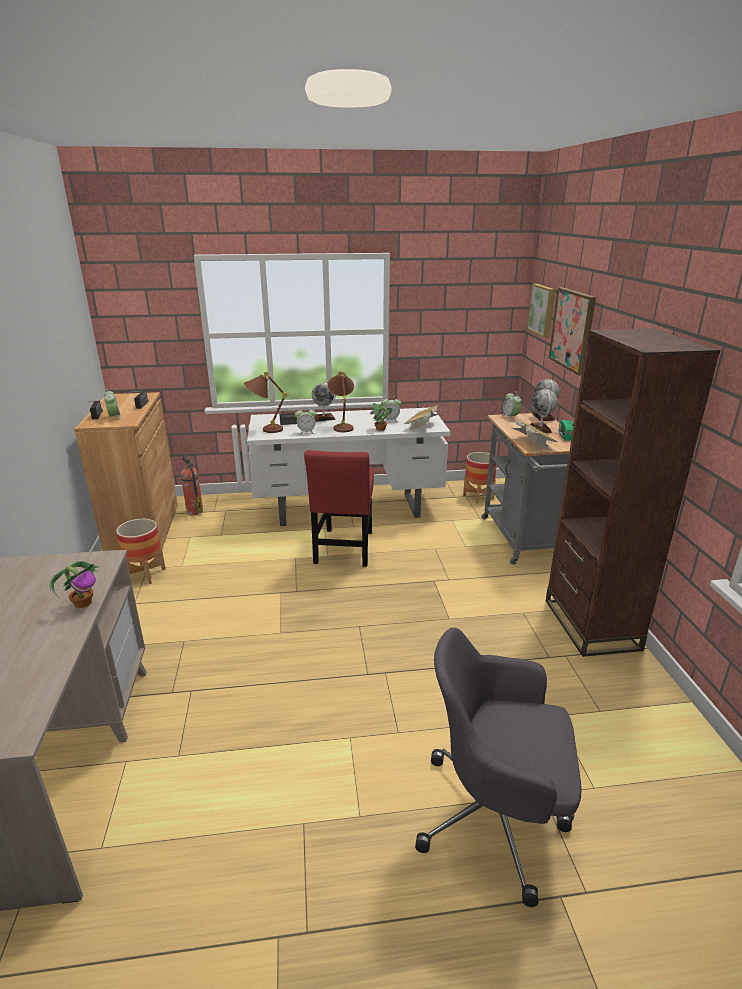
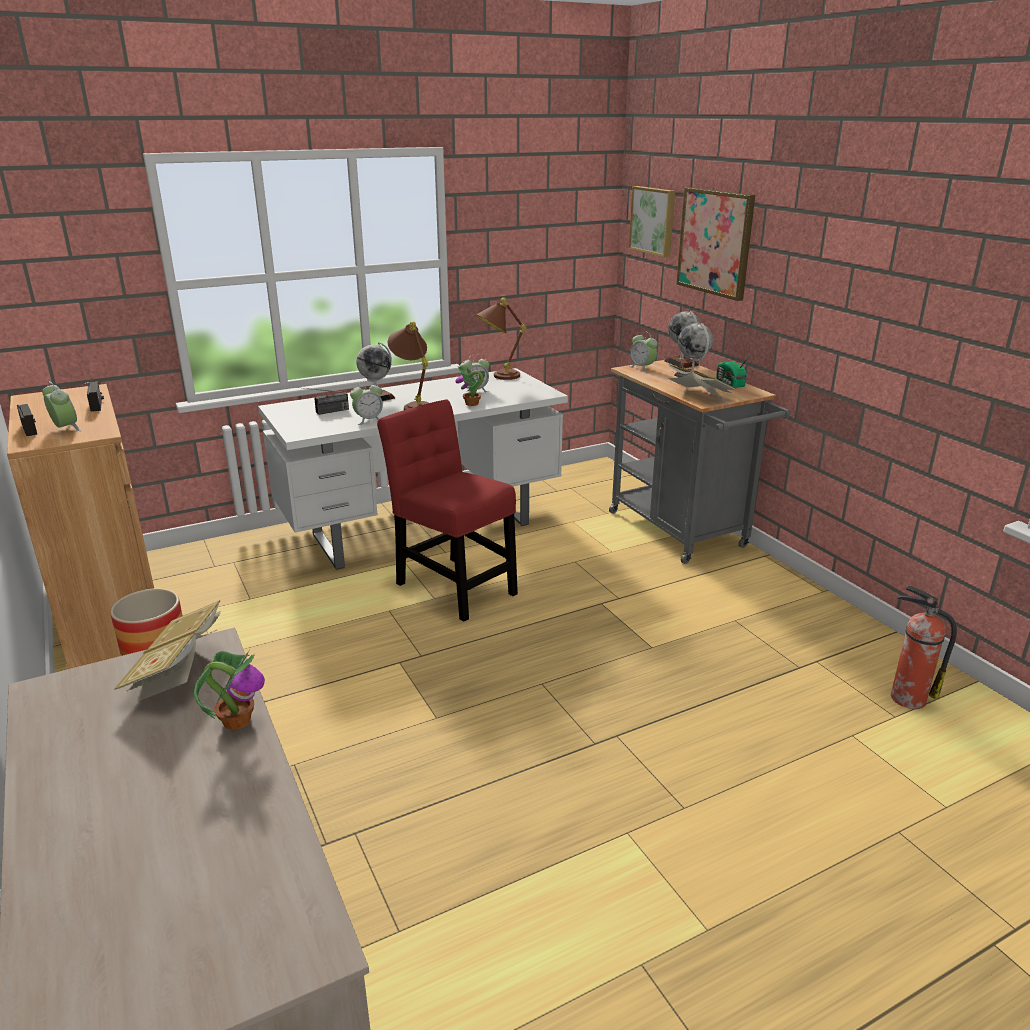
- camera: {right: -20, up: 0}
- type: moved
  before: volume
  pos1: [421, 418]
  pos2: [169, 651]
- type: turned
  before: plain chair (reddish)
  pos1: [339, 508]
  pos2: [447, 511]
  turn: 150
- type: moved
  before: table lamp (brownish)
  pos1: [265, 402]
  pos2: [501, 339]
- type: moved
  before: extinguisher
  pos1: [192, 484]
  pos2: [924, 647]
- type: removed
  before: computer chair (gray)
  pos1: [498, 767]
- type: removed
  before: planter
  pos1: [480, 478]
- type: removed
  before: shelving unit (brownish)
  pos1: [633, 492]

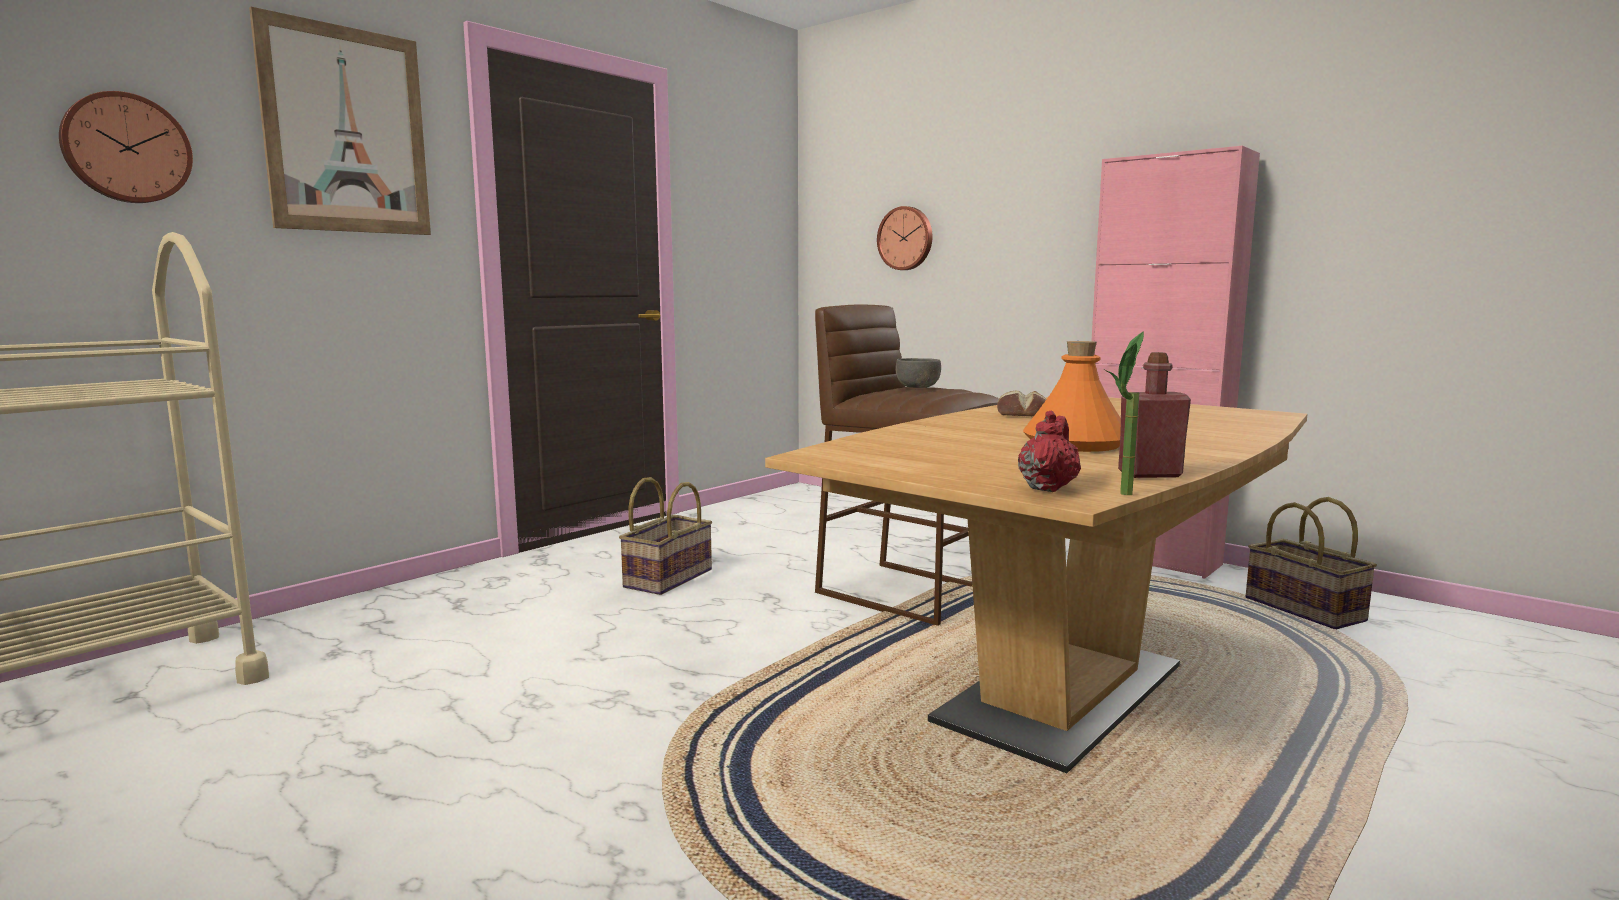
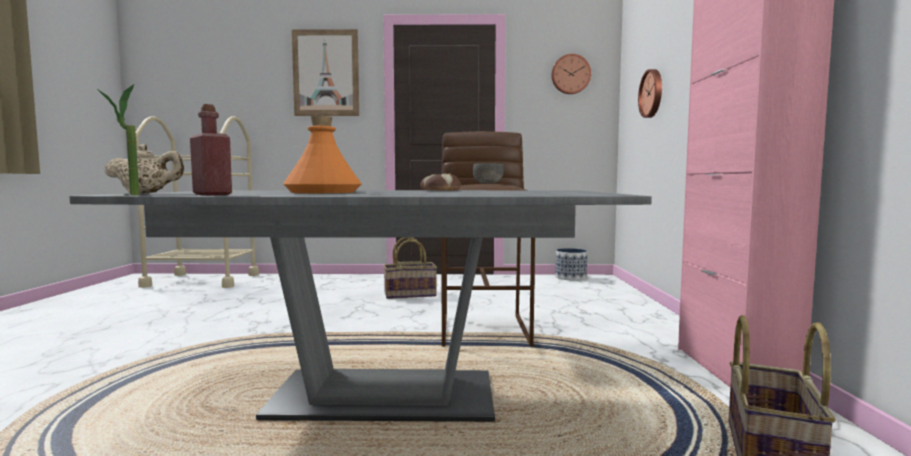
- camera: {right: 50, up: -5}
- type: recoloured
  before: dining table (brownish)
  after: dining table (gray)
  pos1: [1036, 585]
  pos2: [361, 306]
- type: recoloured
  before: tea pot (reddish)
  after: tea pot (beige-coloured)
  pos1: [1049, 451]
  pos2: [144, 169]
- type: moved
  before: clock on the wall
  pos1: [126, 147]
  pos2: [571, 74]
- type: added
  after: planter
  pos2: [571, 264]

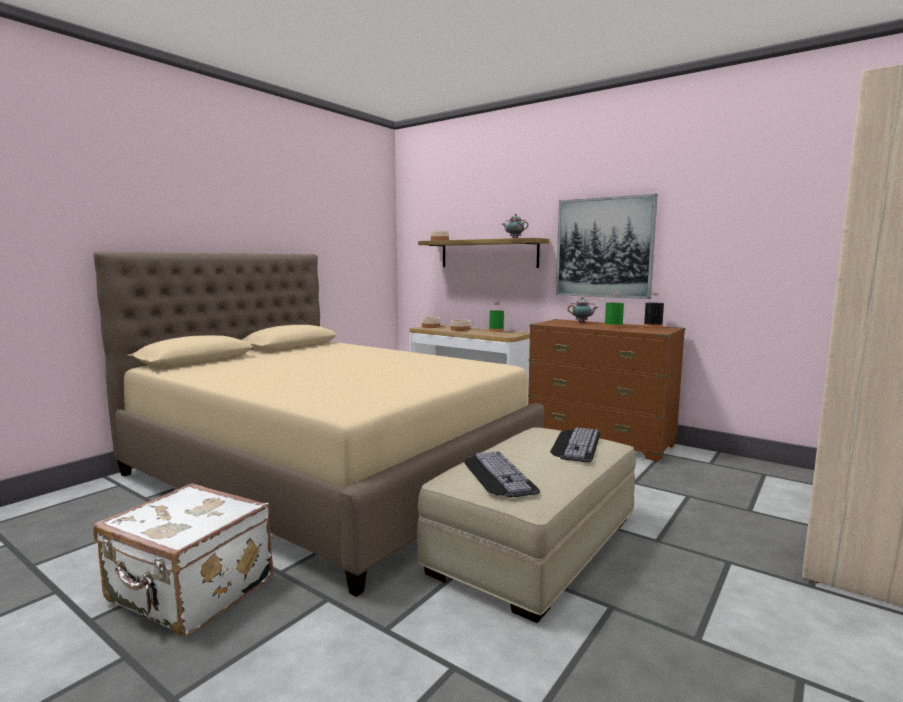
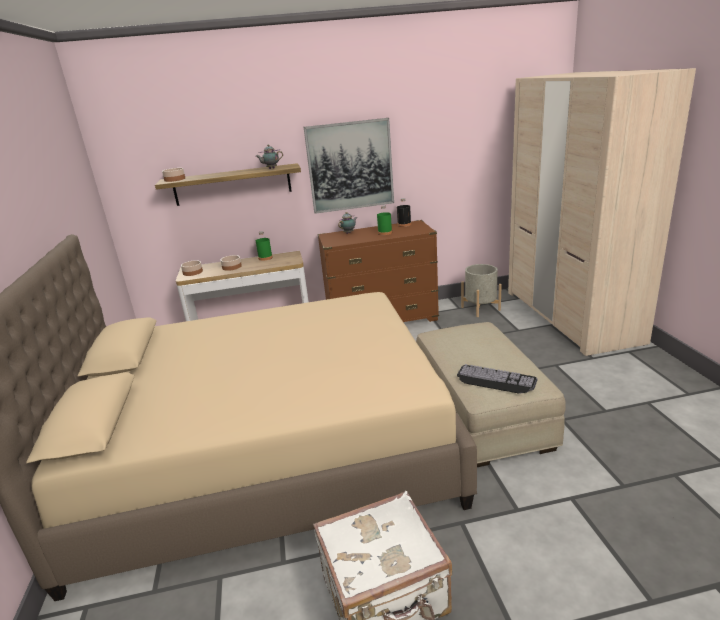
- camera: {right: -45, up: 15}
- type: added
  after: planter (gray)
  pos2: [481, 290]
- type: removed
  before: keyboard
  pos1: [575, 445]

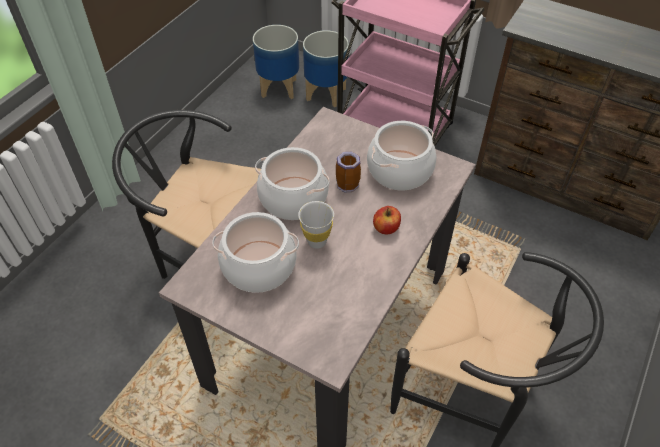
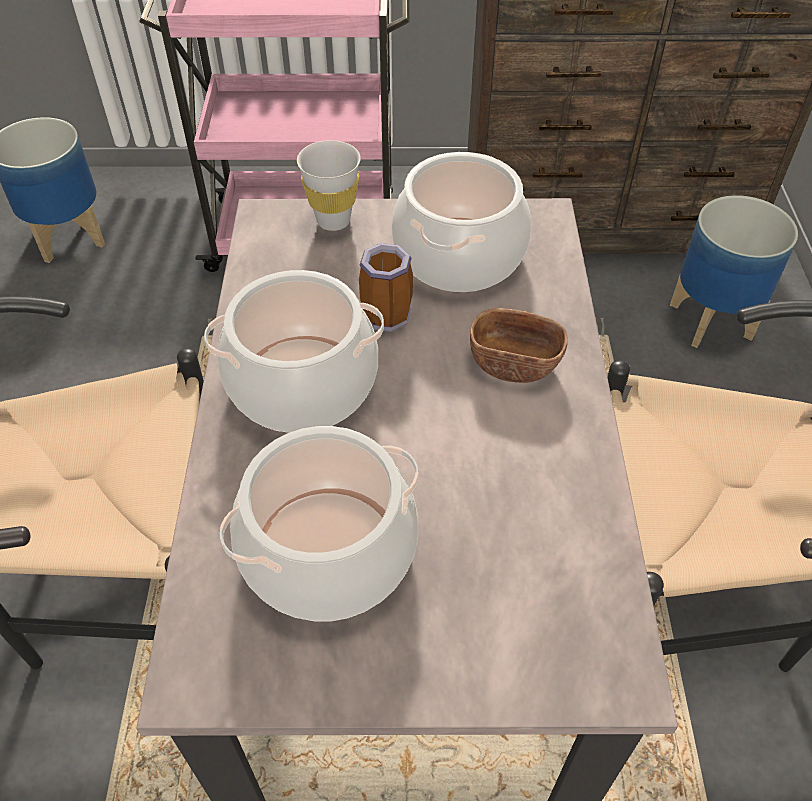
- camera: {right: -30, up: 0}
- type: moved
  before: small cup (white-coloured)
  pos1: [316, 225]
  pos2: [329, 185]
- type: replaced
  before: apple
  after: deep dish (brownish)
  pos1: [387, 220]
  pos2: [519, 345]
- type: moved
  before: planter
  pos1: [326, 68]
  pos2: [734, 271]

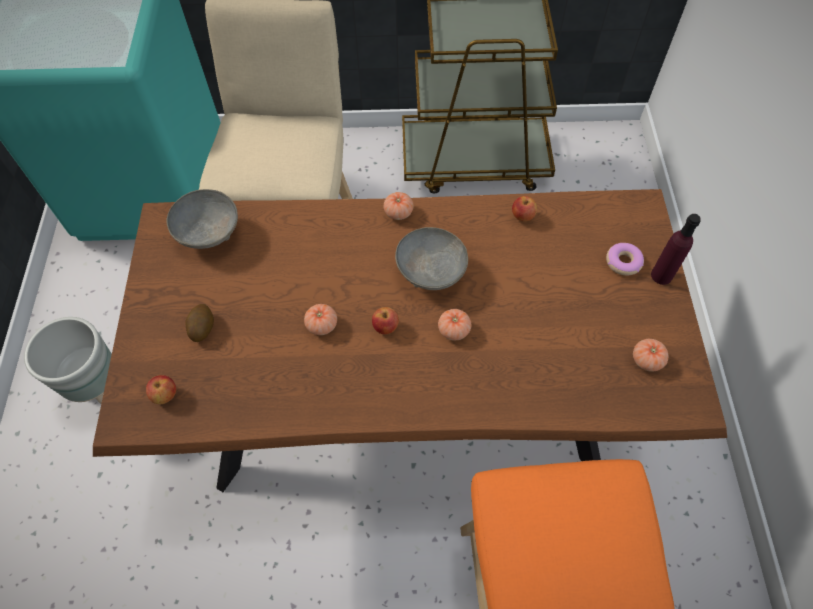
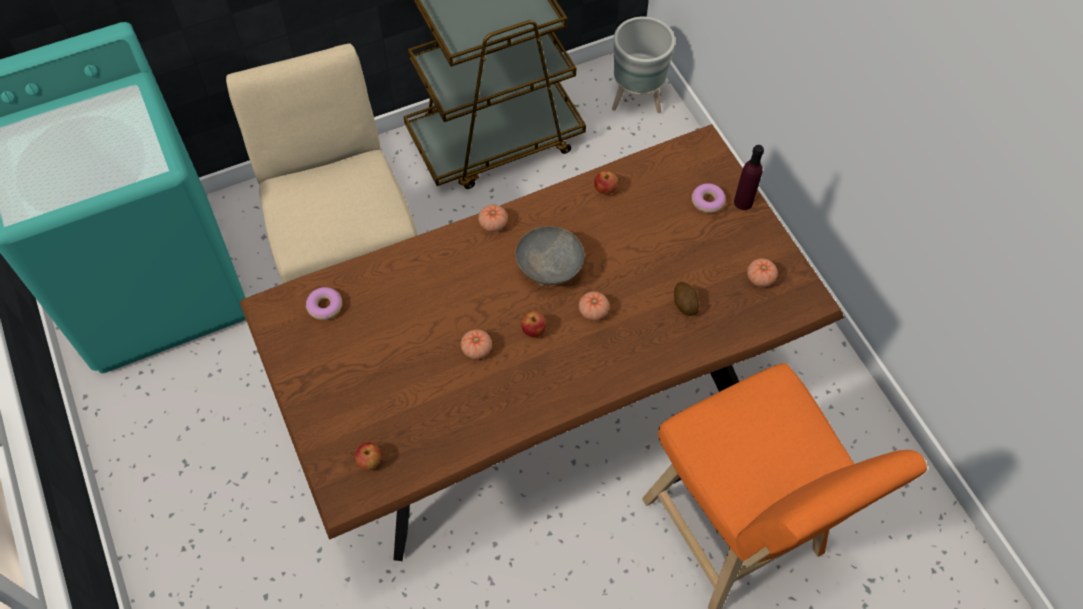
- camera: {right: -25, up: 0}
- type: replaced
  before: deep dish (gray)
  after: donut
  pos1: [202, 219]
  pos2: [324, 303]
- type: moved
  before: planter (gray)
  pos1: [68, 360]
  pos2: [643, 65]
- type: moved
  before: potato
  pos1: [199, 323]
  pos2: [687, 299]

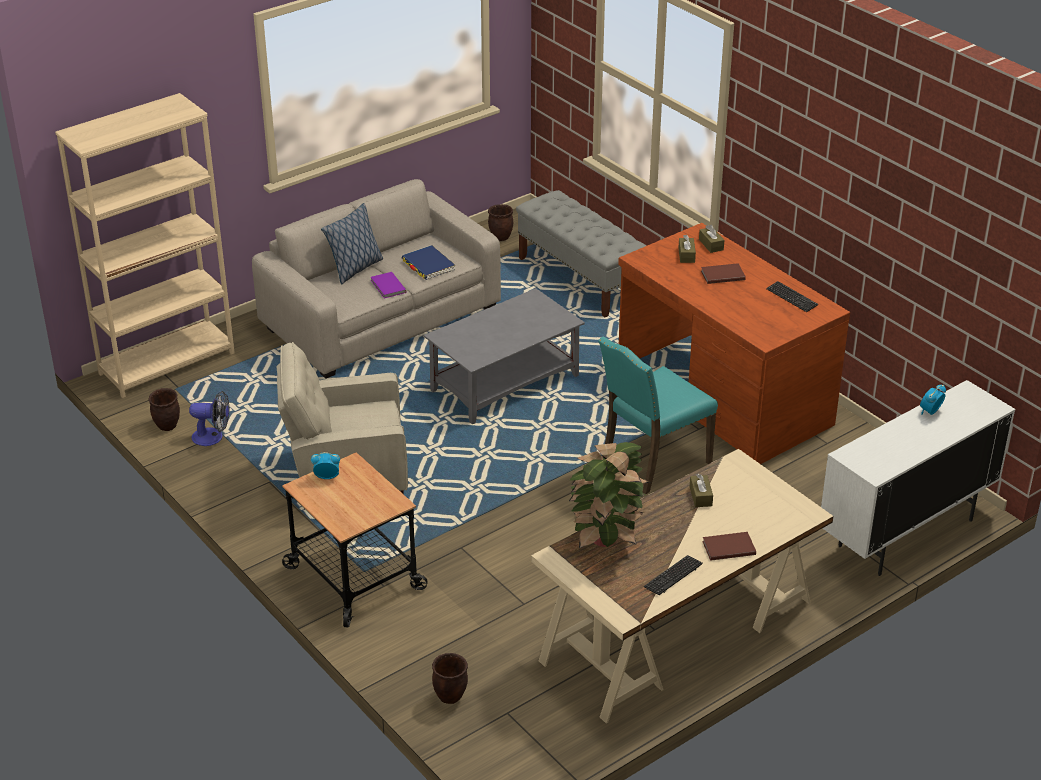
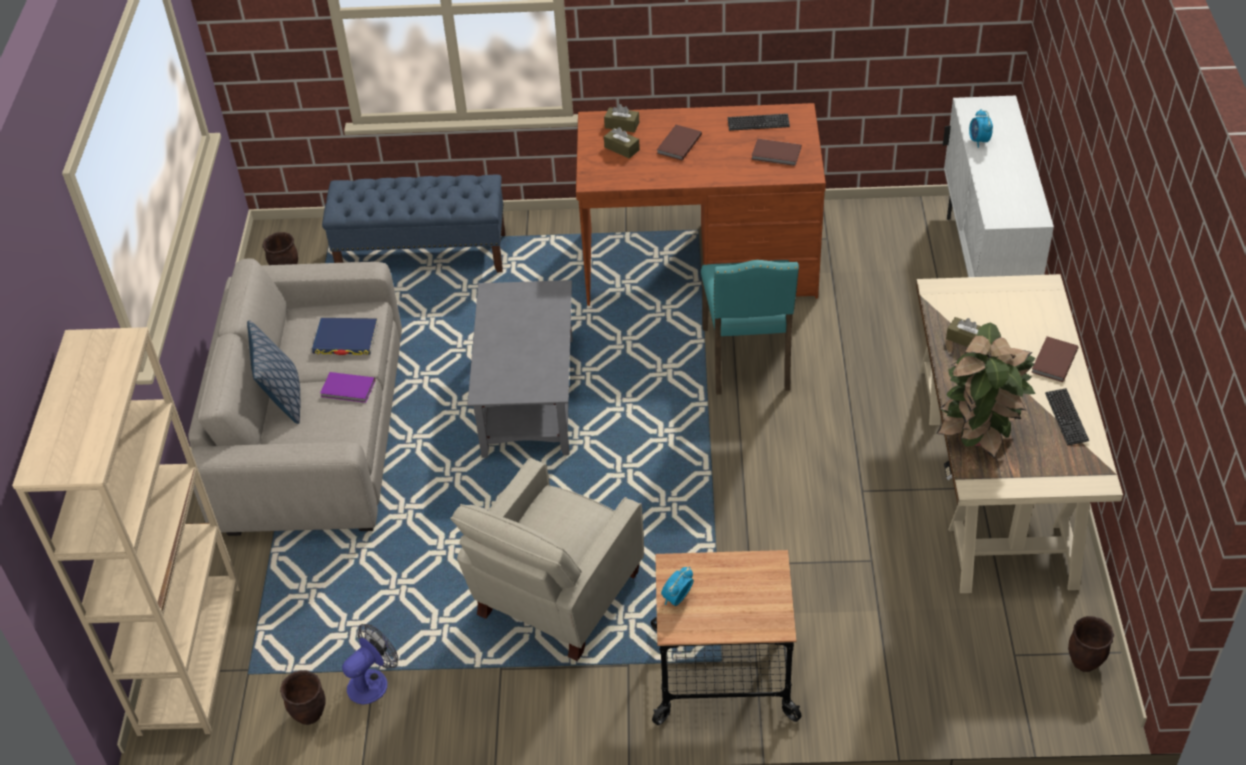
- camera: {right: -50, up: 10}
- type: recoloured
  before: bench (gray)
  after: bench (blue)
  pos1: [581, 253]
  pos2: [413, 223]
- type: added
  after: volume (brownish)
  pos2: [776, 152]
- type: moved
  before: planter (brownish)
  pos1: [450, 678]
  pos2: [1091, 644]

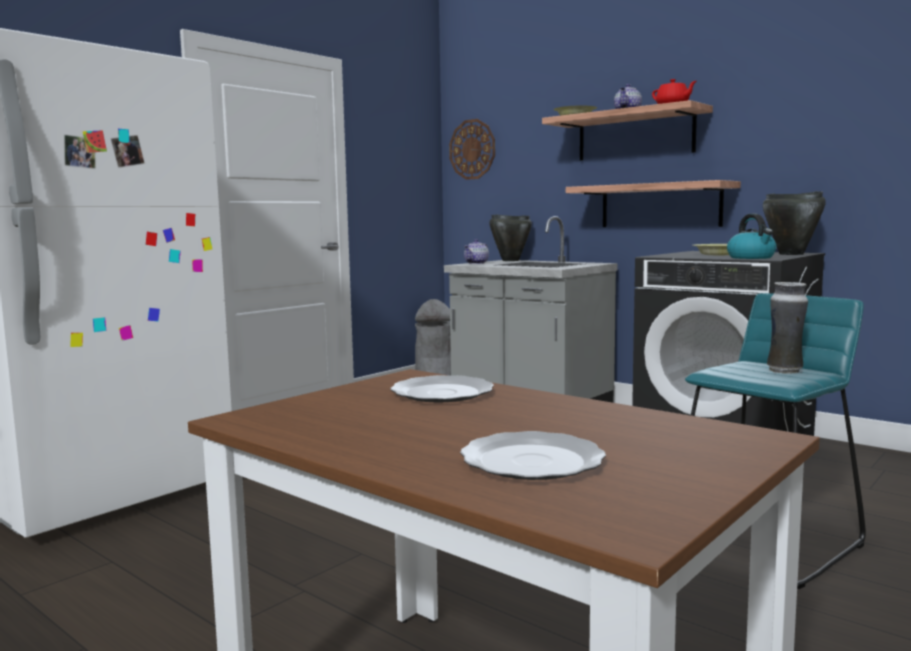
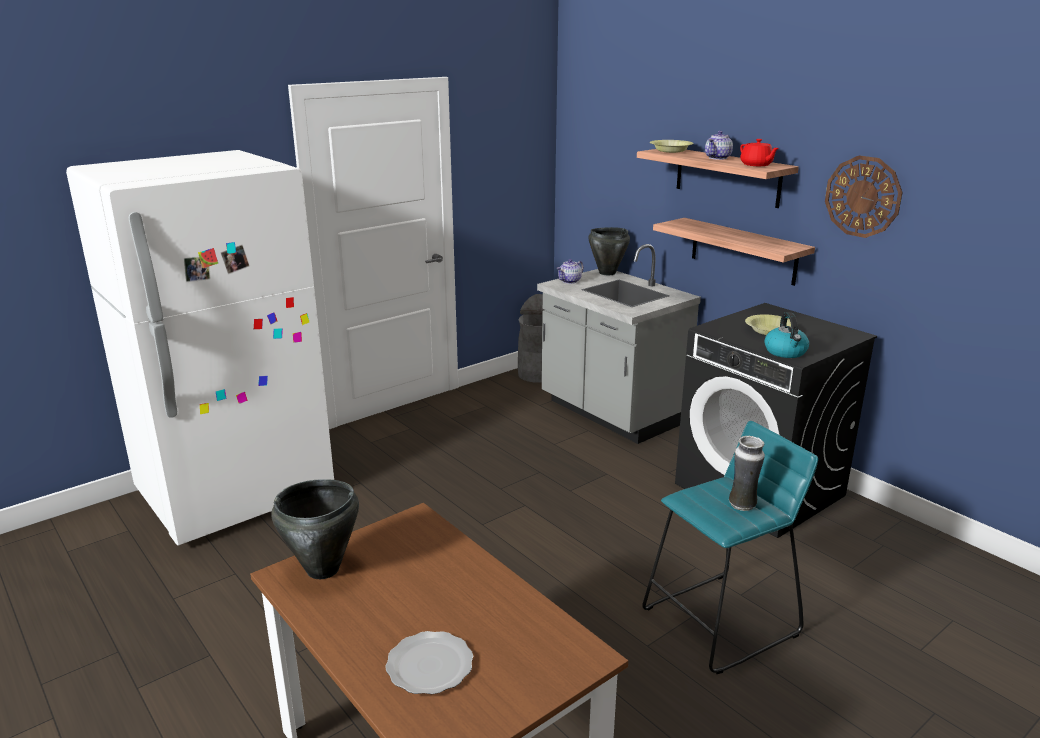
- camera: {right: 10, up: 15}
- type: moved
  before: stockpot (blackish)
  pos1: [794, 223]
  pos2: [315, 529]
- type: moved
  before: clock on the wall
  pos1: [472, 149]
  pos2: [864, 196]
- type: removed
  before: plate
  pos1: [442, 388]

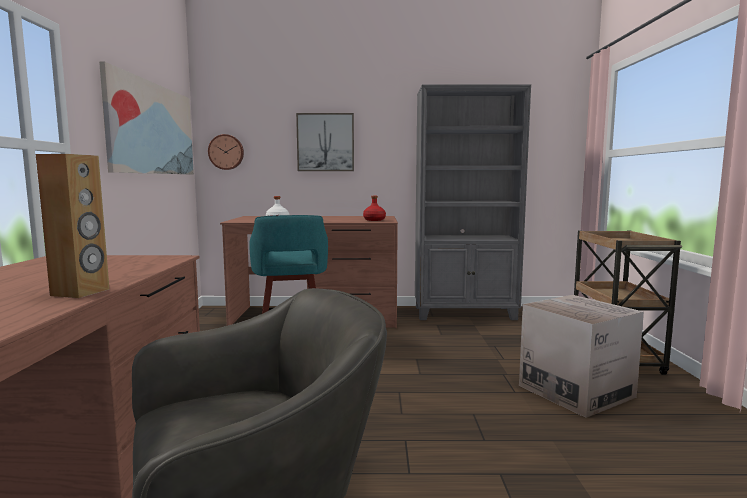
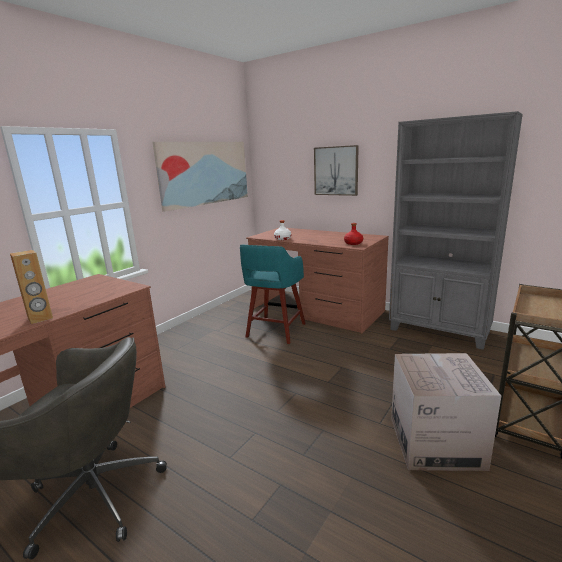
- camera: {right: 35, up: 10}
- type: removed
  before: clock on the wall
  pos1: [226, 152]

